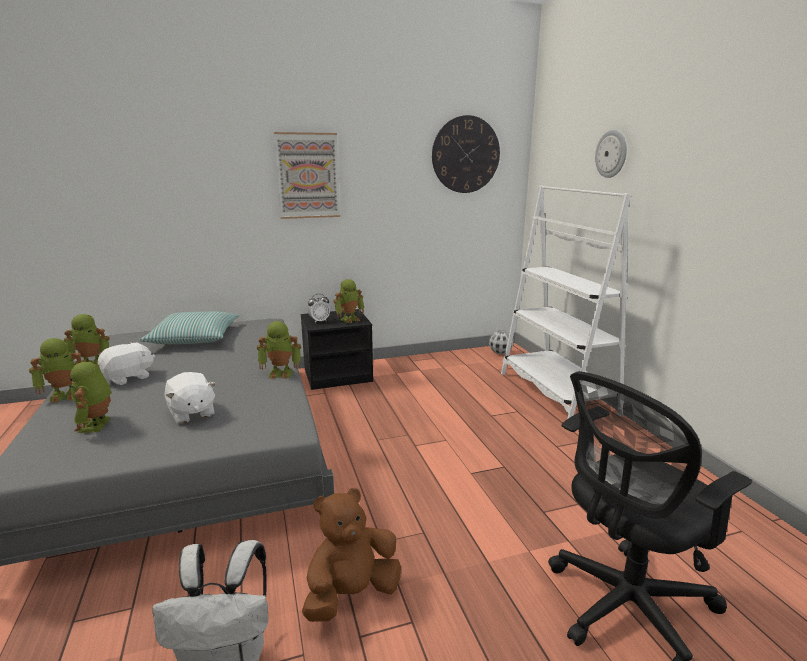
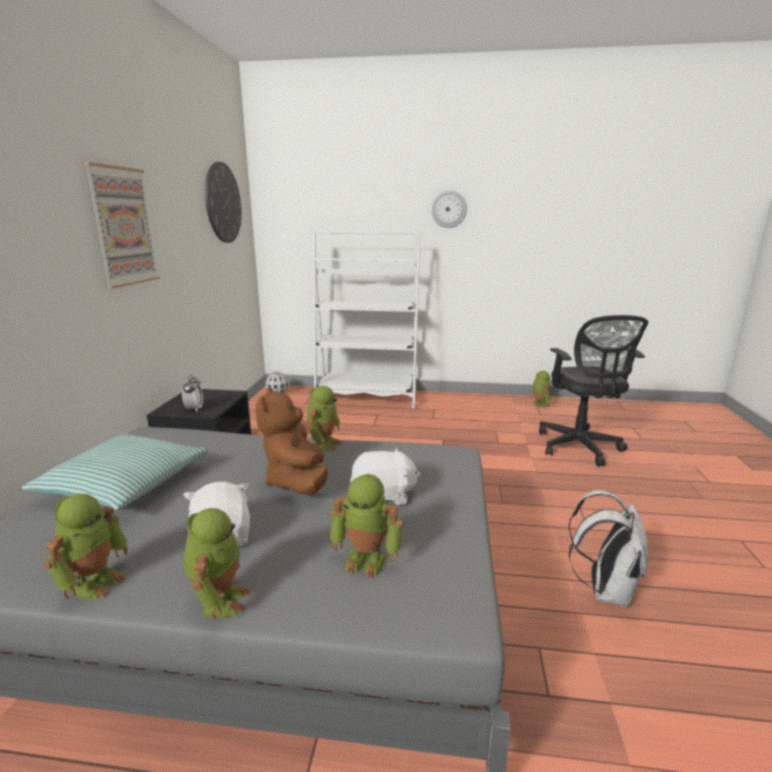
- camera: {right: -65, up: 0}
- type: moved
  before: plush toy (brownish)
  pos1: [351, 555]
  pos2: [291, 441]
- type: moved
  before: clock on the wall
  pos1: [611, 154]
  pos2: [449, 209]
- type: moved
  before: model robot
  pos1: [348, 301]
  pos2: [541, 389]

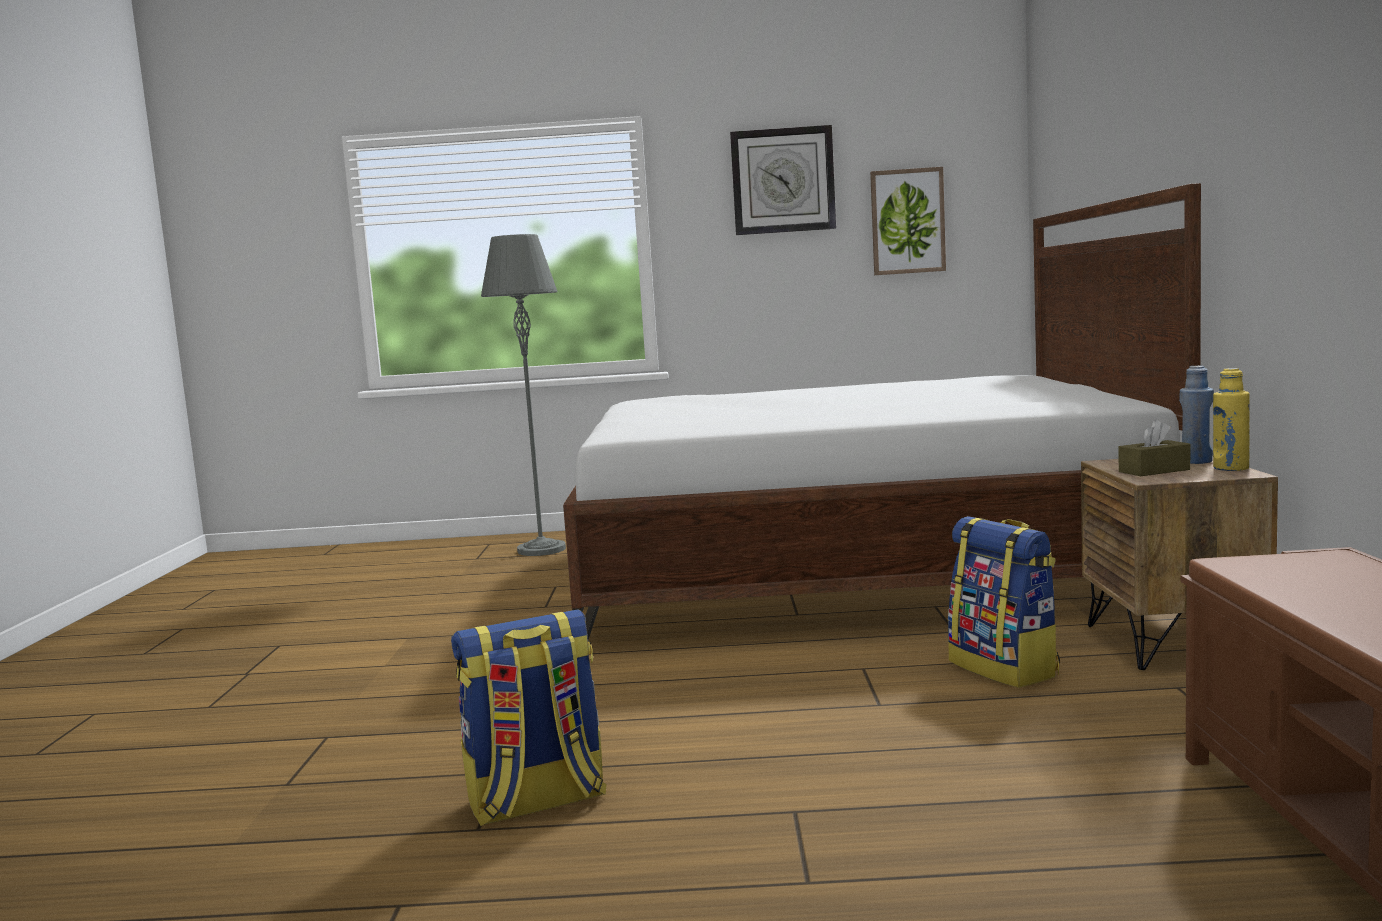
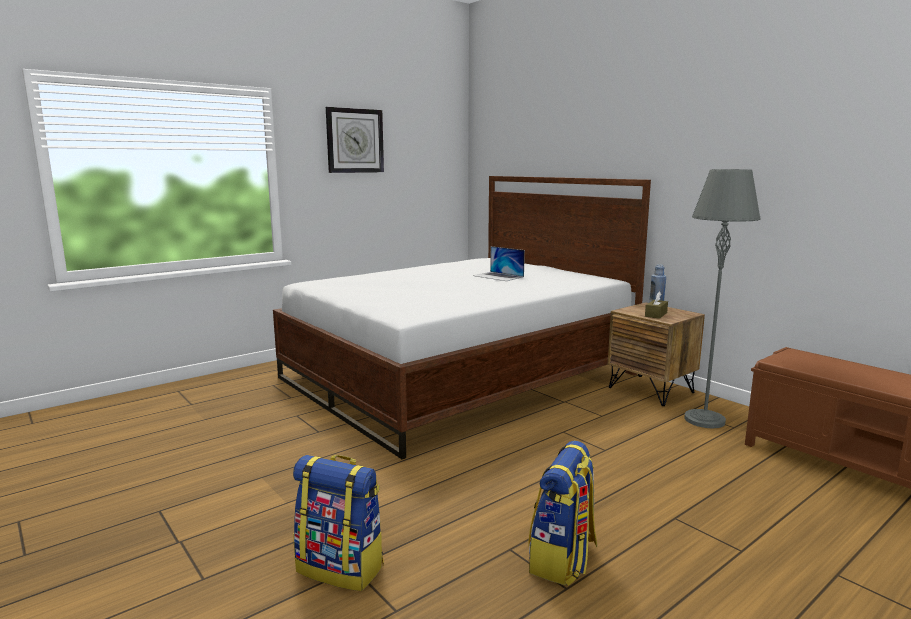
- camera: {right: -40, up: 5}
- type: moved
  before: knapsack
  pos1: [1004, 602]
  pos2: [338, 523]
- type: added
  after: notebook computer
  pos2: [499, 263]
- type: moved
  before: standard lamp (gray)
  pos1: [523, 395]
  pos2: [722, 298]
- type: removed
  before: picture
  pos1: [908, 221]
- type: removed
  before: drink bottle (yellowish)
  pos1: [1231, 419]

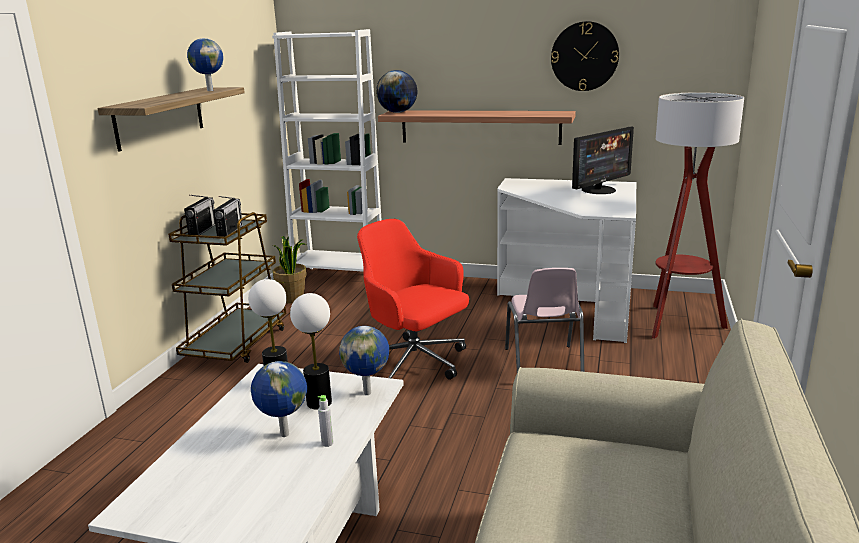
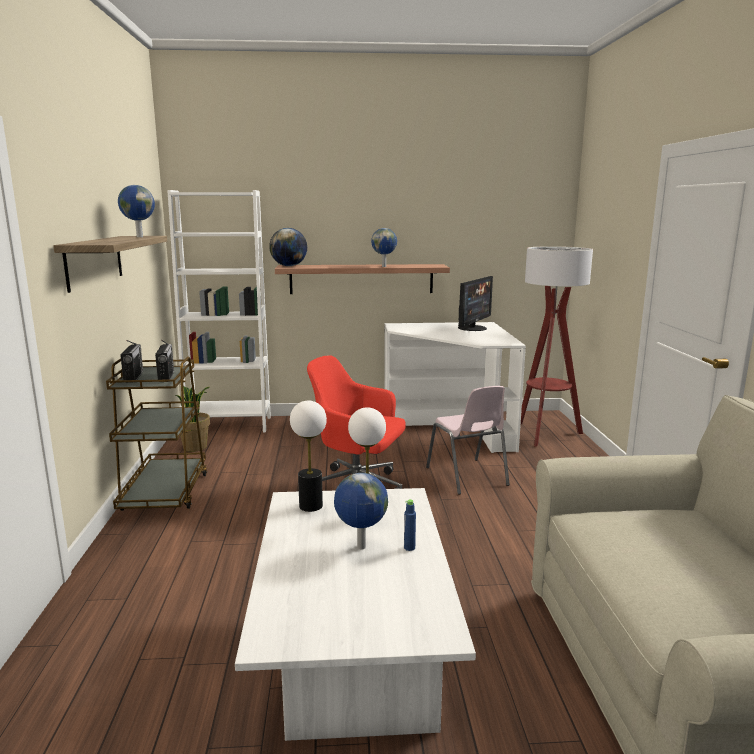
- camera: {right: -20, up: -5}
- type: moved
  before: desk globe
  pos1: [364, 360]
  pos2: [384, 247]
- type: recoloured
  before: drink bottle (gray)
  after: drink bottle (blue)
  pos1: [325, 421]
  pos2: [410, 525]
- type: removed
  before: clock on the wall
  pos1: [585, 56]

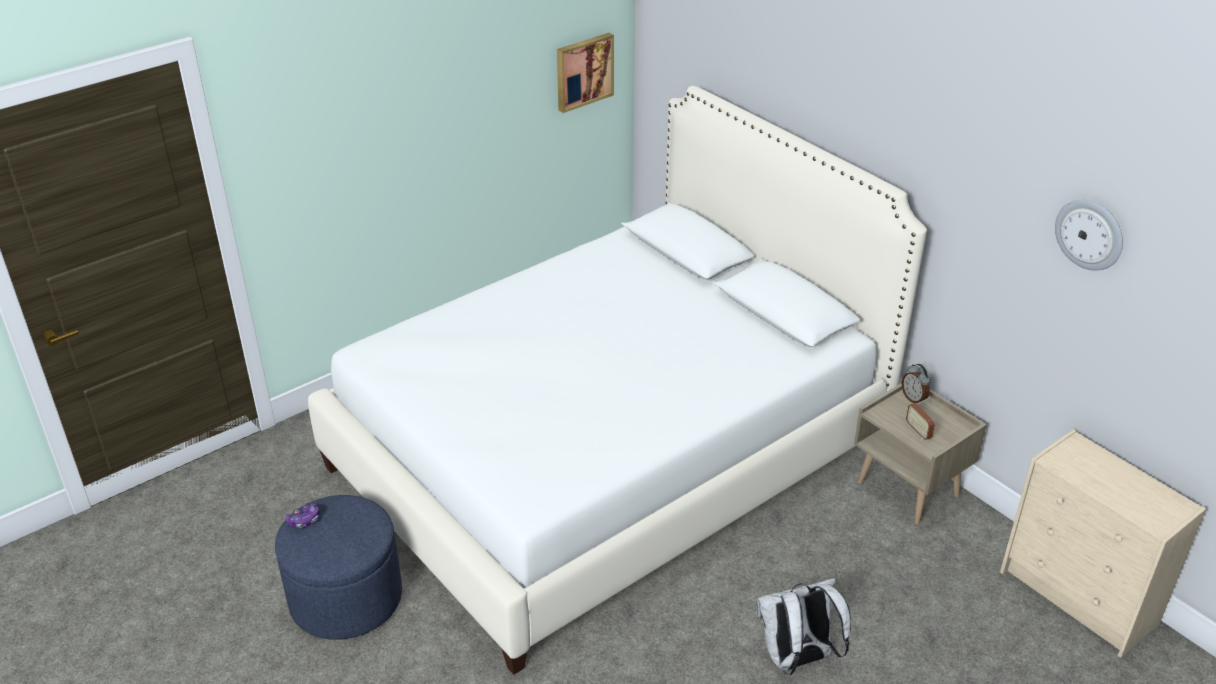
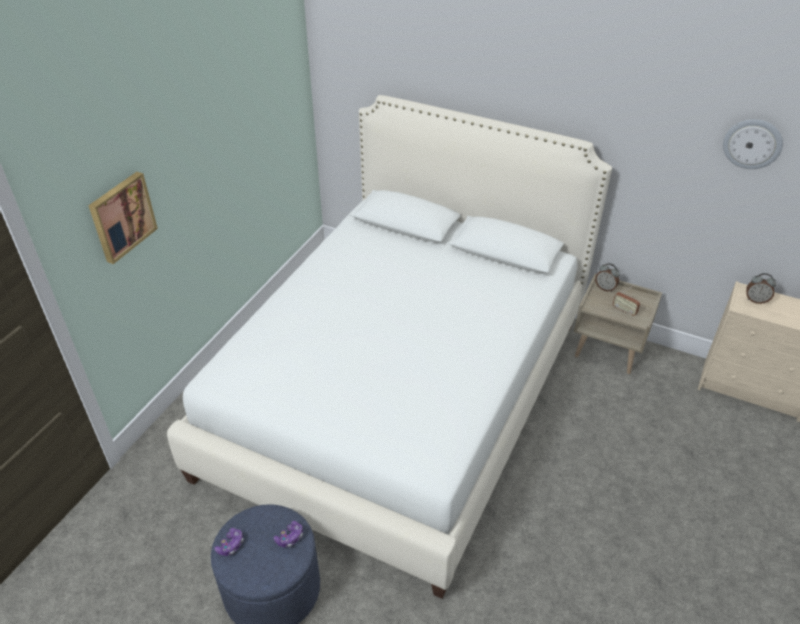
- camera: {right: -25, up: 5}
- type: moved
  before: picture
  pos1: [585, 73]
  pos2: [123, 218]
- type: added
  after: game controller
  pos2: [288, 534]
- type: added
  after: alarm clock
  pos2: [761, 288]
- type: removed
  before: knapsack (white-coloured)
  pos1: [803, 626]

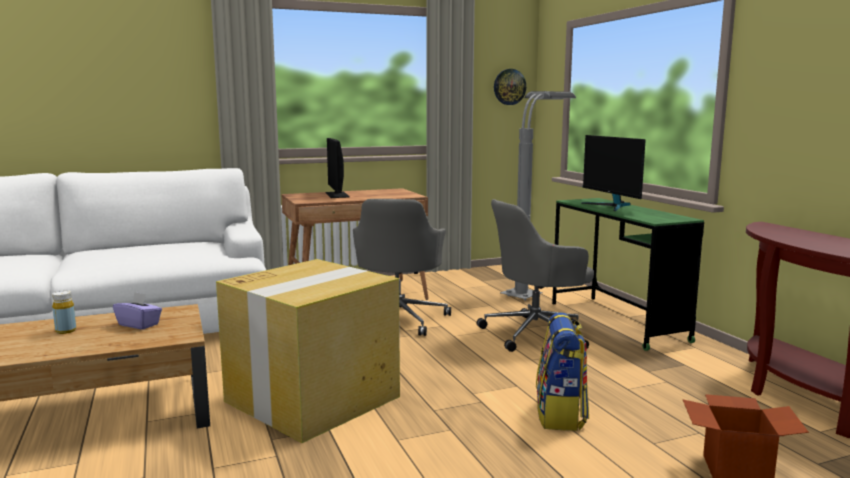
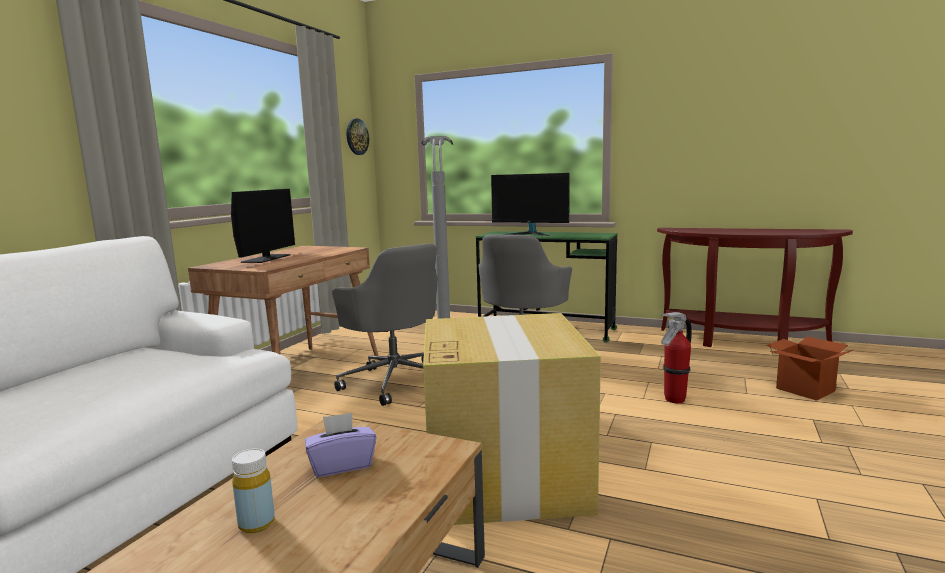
- camera: {right: -45, up: 0}
- type: turned
  before: computer display
  pos1: [338, 168]
  pos2: [263, 226]
  turn: -105
- type: replaced
  before: knapsack
  after: extinguisher
  pos1: [562, 371]
  pos2: [676, 357]

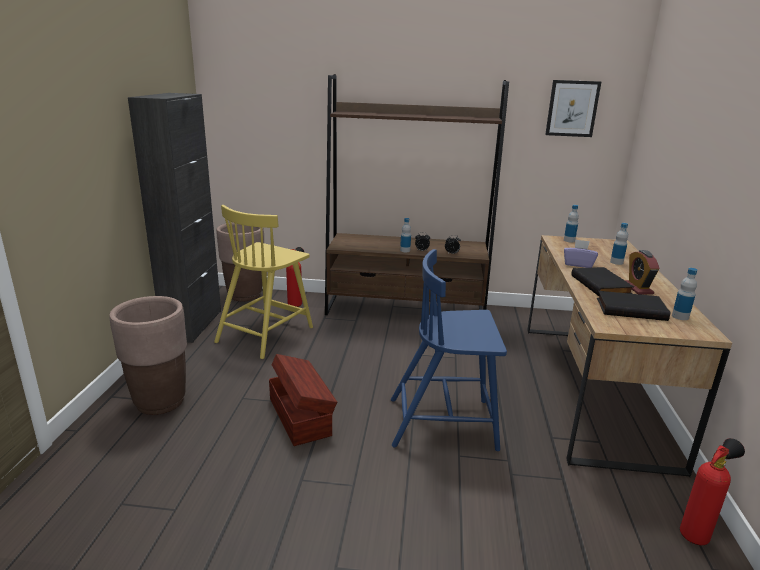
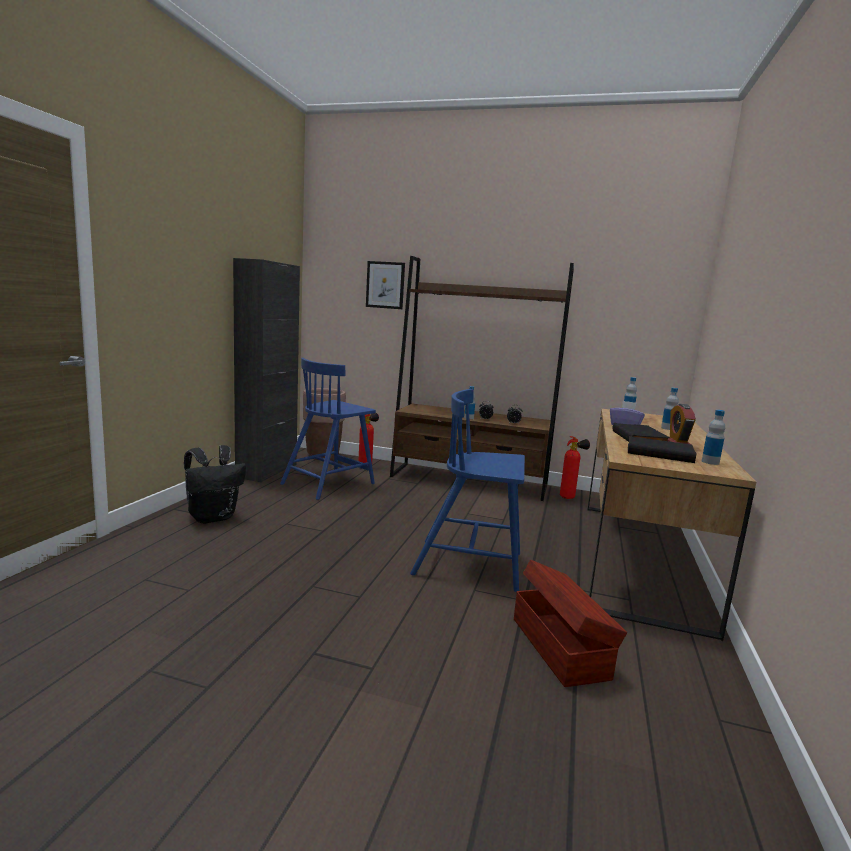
- camera: {right: 10, up: -10}
- type: replaced
  before: planter (brownish)
  after: knapsack (blackish)
  pos1: [148, 355]
  pos2: [215, 484]
- type: recoloured
  before: plain chair (yellowish)
  after: plain chair (blue)
  pos1: [263, 282]
  pos2: [328, 429]
- type: moved
  before: picture
  pos1: [573, 108]
  pos2: [385, 285]
- type: moved
  before: storage container (brownish)
  pos1: [303, 400]
  pos2: [570, 623]
- type: moved
  before: extinguisher
  pos1: [712, 491]
  pos2: [575, 467]

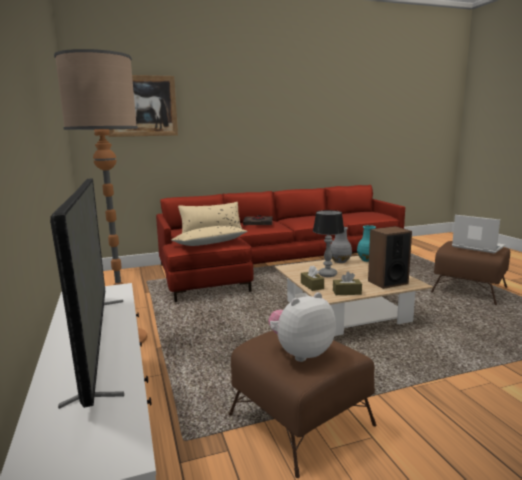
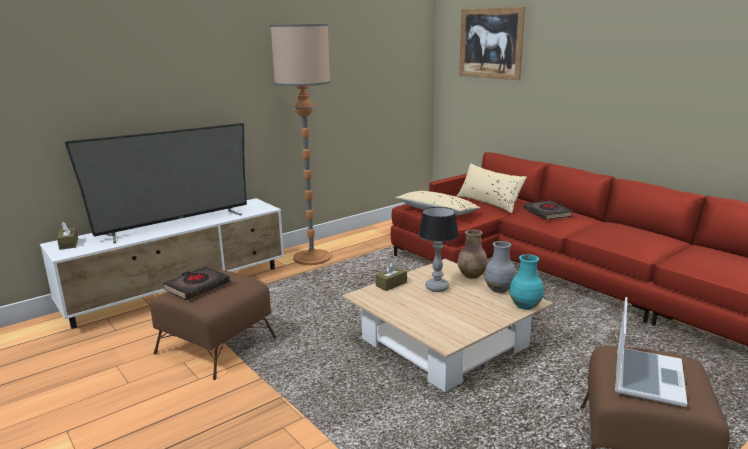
- camera: {right: 70, up: 5}
- type: moved
  before: tissue box (brownish)
  pos1: [347, 283]
  pos2: [67, 236]
- type: replaced
  before: plush toy
  after: volume (blackish)
  pos1: [302, 327]
  pos2: [196, 283]
- type: added
  after: vase (brownish)
  pos2: [472, 254]
- type: removed
  before: audio speaker
  pos1: [390, 257]

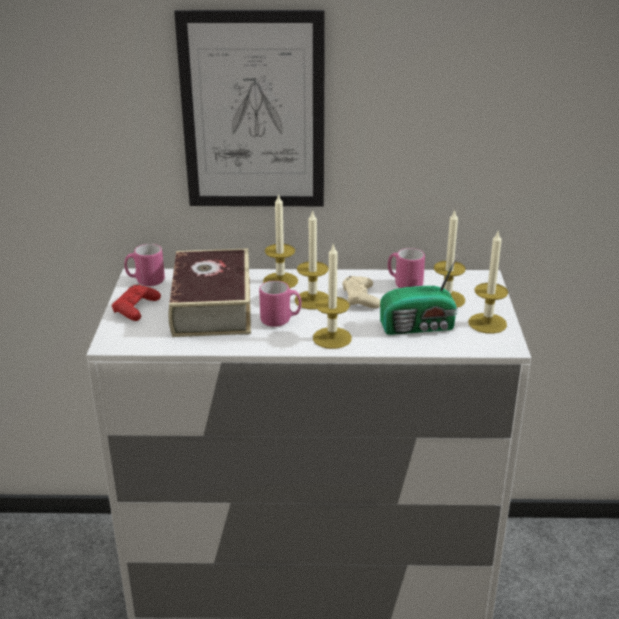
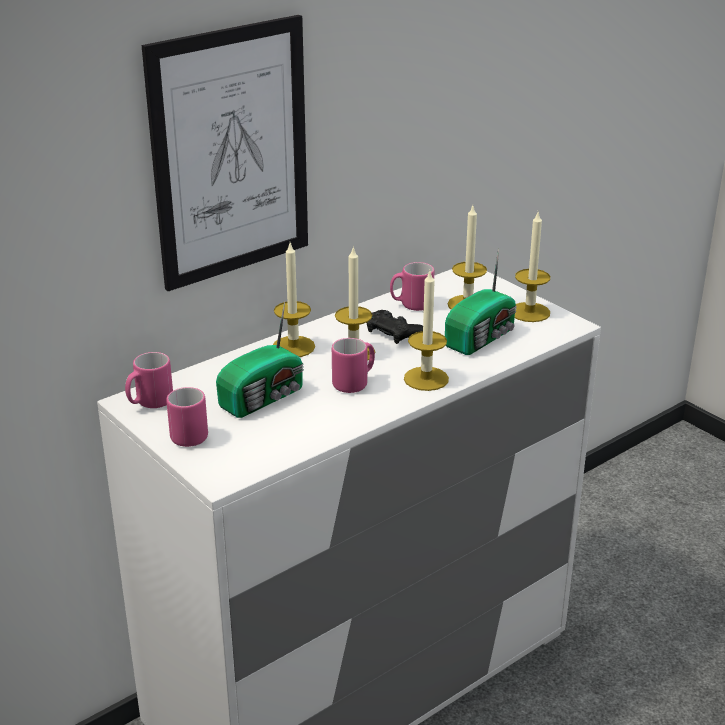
- camera: {right: -40, up: 0}
- type: replaced
  before: game controller (reddish)
  after: tea mug (pink-coloured)
  pos1: [136, 302]
  pos2: [187, 417]
- type: replaced
  before: volume
  after: radio receiver
  pos1: [209, 292]
  pos2: [260, 359]
- type: recoloured
  before: game controller (beige-coloured)
  after: game controller (blackish)
  pos1: [361, 292]
  pos2: [395, 327]

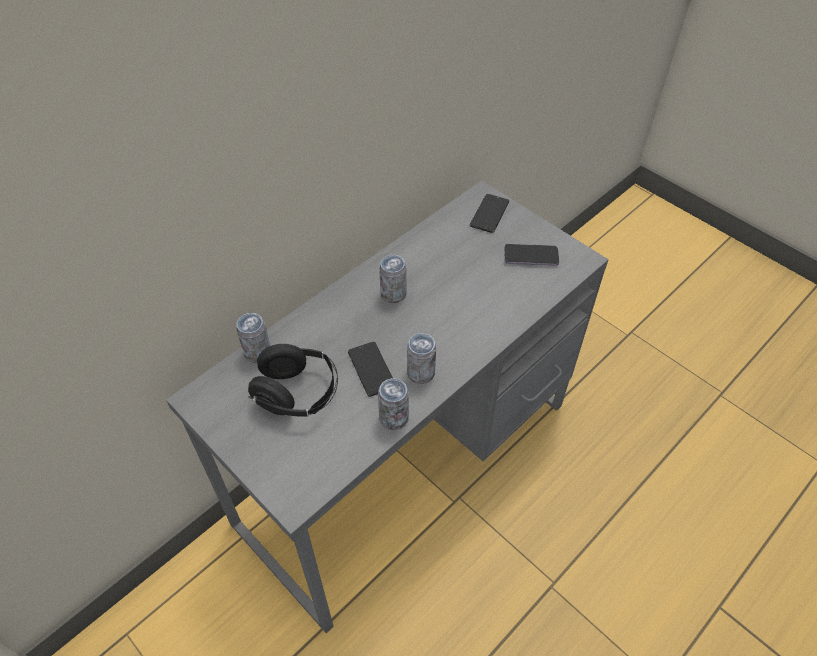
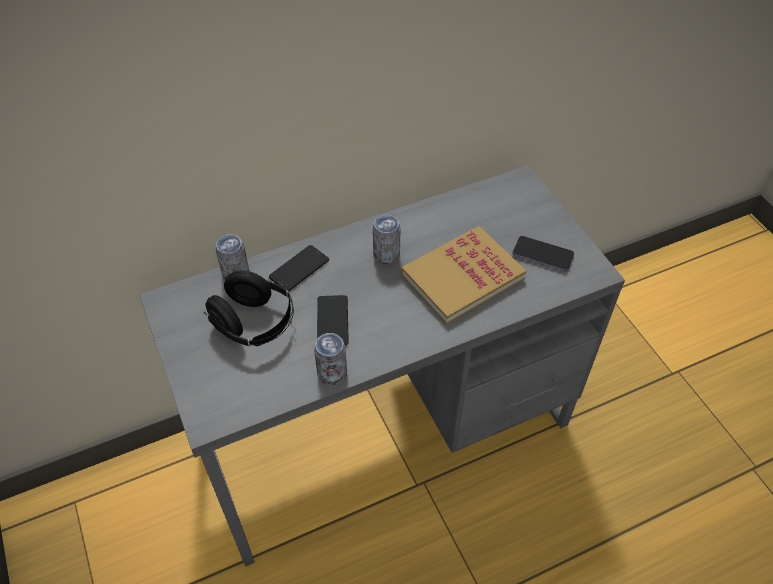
- camera: {right: 20, up: 0}
- type: moved
  before: phone
  pos1: [489, 213]
  pos2: [299, 268]
- type: added
  after: volume
  pos2: [463, 275]
- type: removed
  before: metal can
  pos1: [421, 358]

